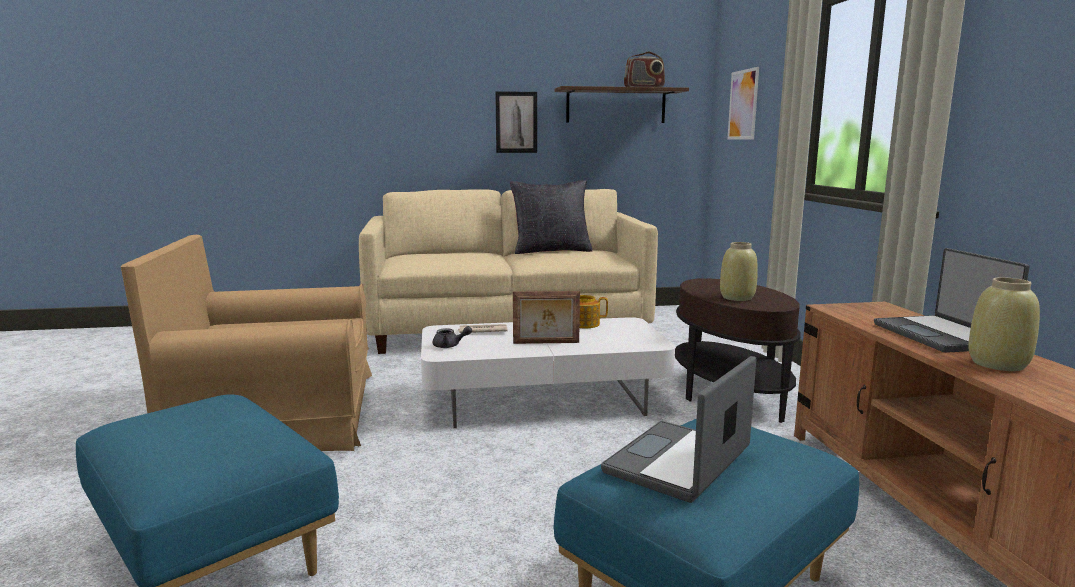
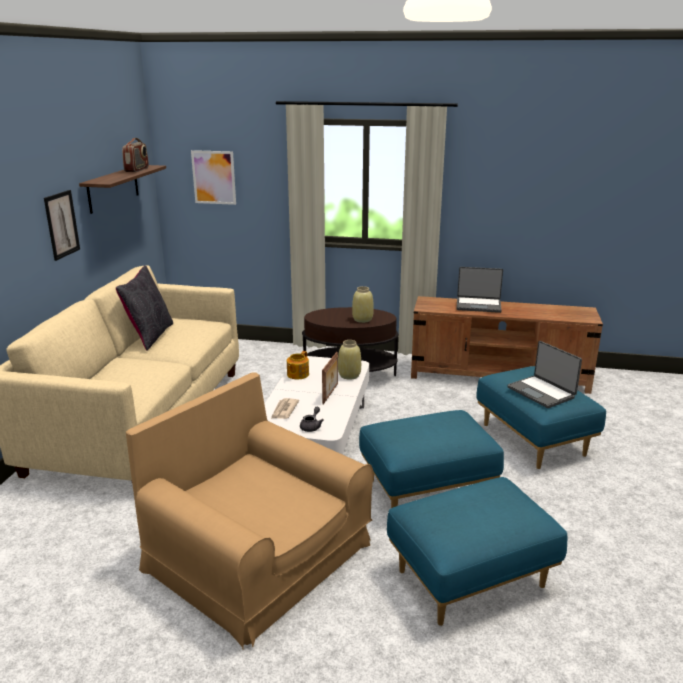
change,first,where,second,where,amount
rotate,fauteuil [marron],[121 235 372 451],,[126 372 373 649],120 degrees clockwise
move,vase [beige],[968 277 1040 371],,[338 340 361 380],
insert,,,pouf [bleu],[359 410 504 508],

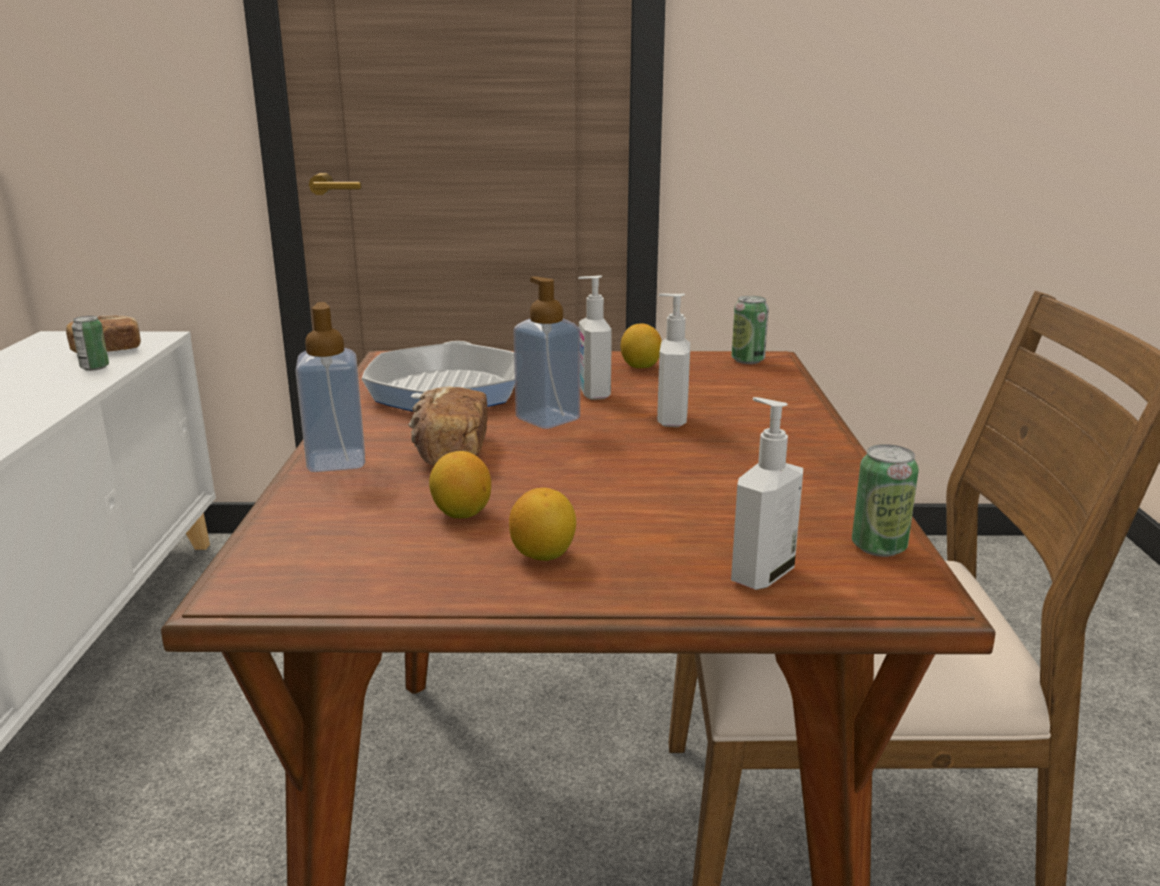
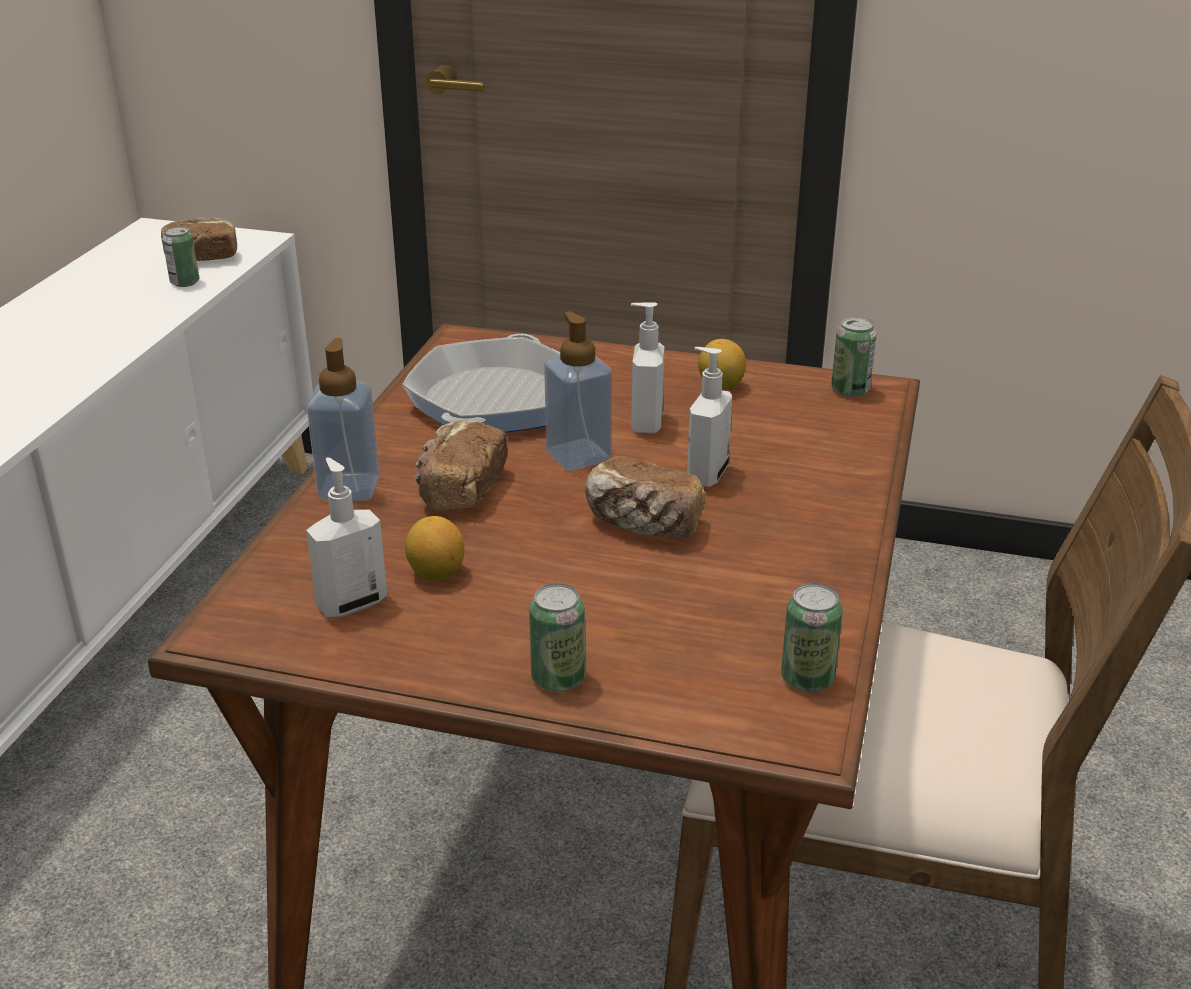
change,first,where,second,where,amount
move,distributeur de savon,[731 397 803 590],,[306 457 387 617],
insert,,,boîte métallique,[529 583 585 691],
insert,,,pain,[585 456 705 539],
delete,citron,[509 488 576 561],,,

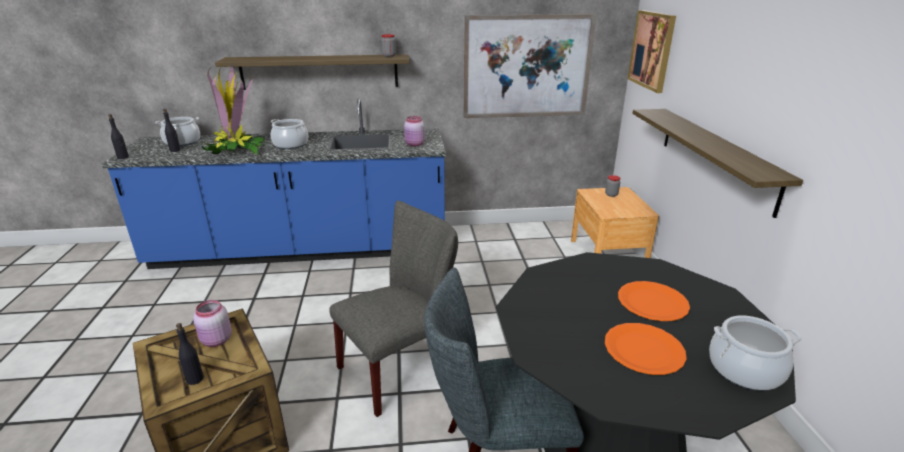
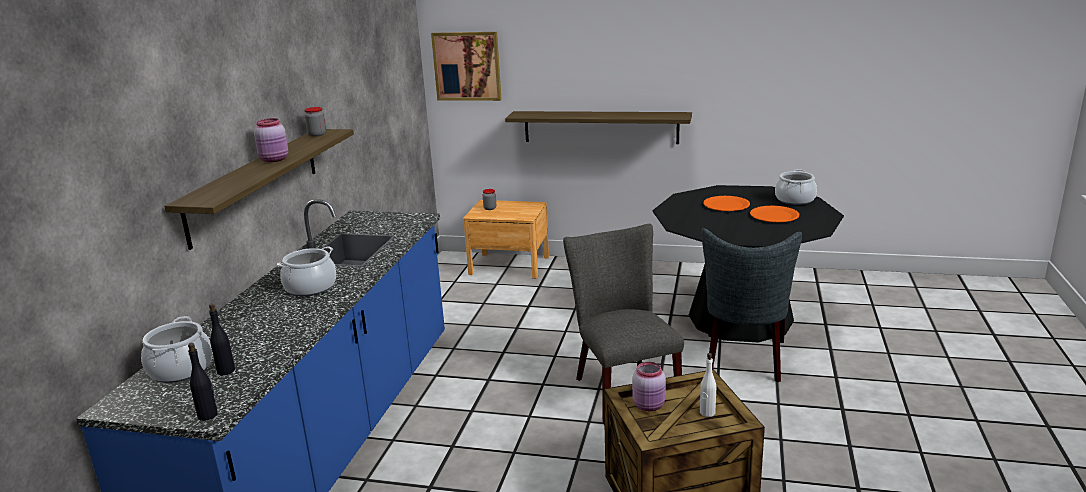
change,first,where,second,where,amount
move,bocal [rose],[404 116 425 146],,[254 118 288 162],
recolor,bouteille [noir],[176 323 204 385],bouteille [blanc],[700 353 716 417],
delete,plante en pot,[202 65 265 155],,,
delete,tableau,[463 14 597 118],,,

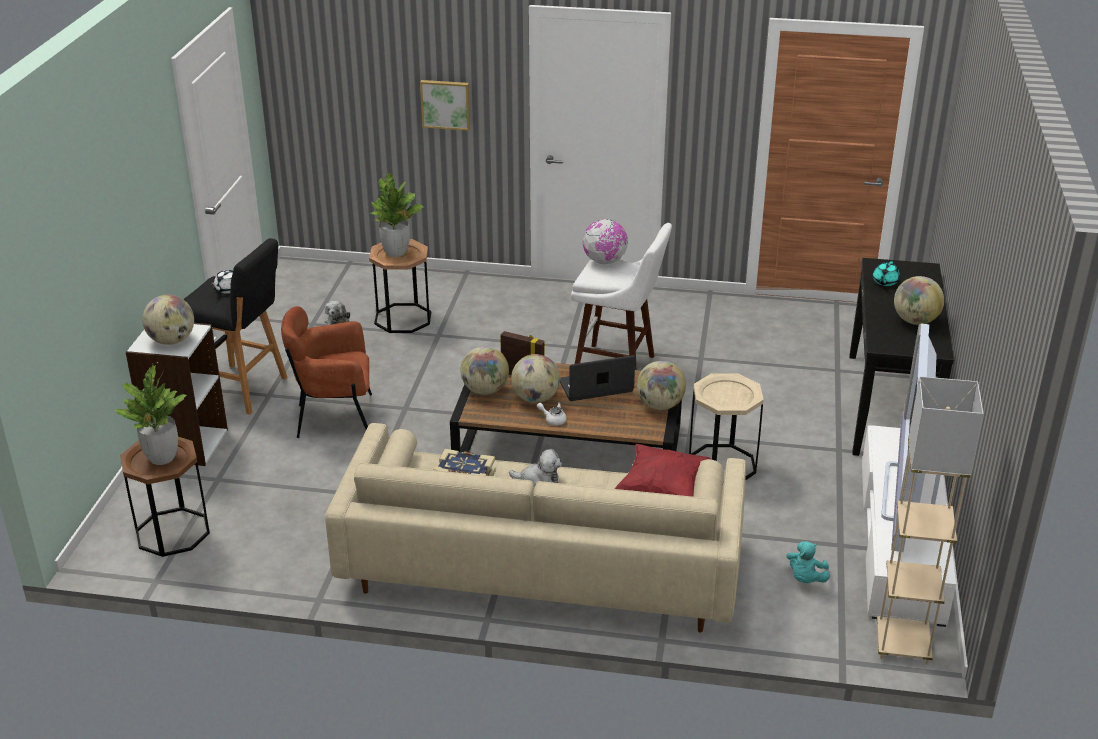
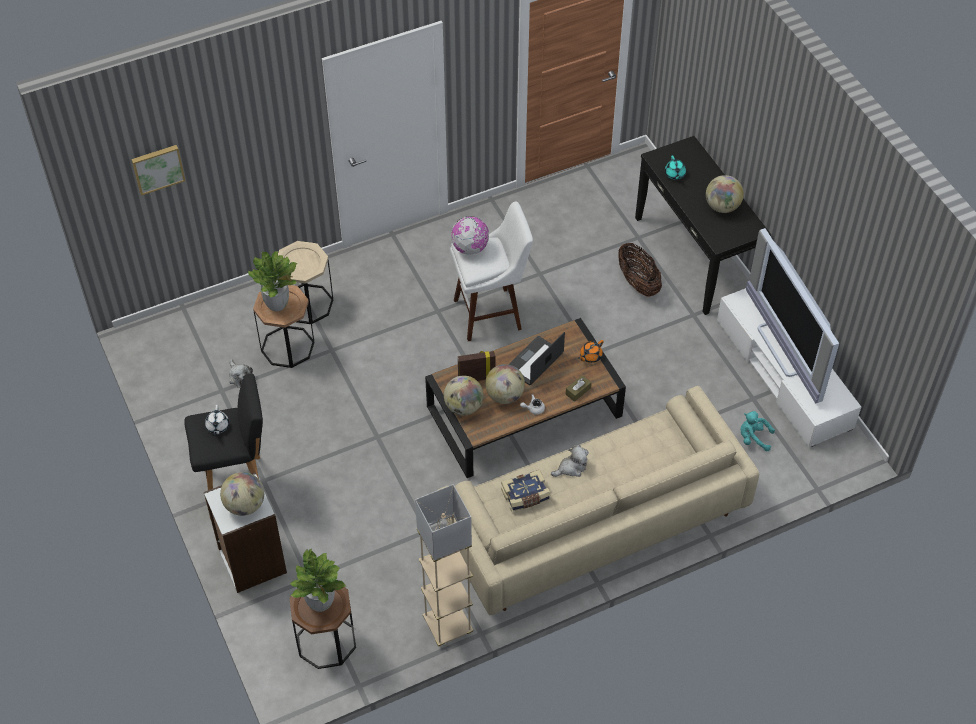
change,first,where,second,where,amount
move,tableau,[420 80 470 131],,[132 145 185 196],
move,table d'appoint [beige],[689 373 764 481],,[278 241 333 324],
move,lampadaire [beige],[877 376 984 664],,[415 484 473 647],
insert,,,boîte à mouchoirs [marron],[566 375 591 402],
replace,globe,[637 361 686 410],théière [orange],[578 340 604 363],
insert,,,panier,[618 243 662 297],
rotate,peluche [turquoise],[786 541 830 583],,[740 411 775 451],120 degrees clockwise
delete,fauteuil [marron],[281 306 372 438],,,
delete,coussin [rouge],[615 444 712 497],,,

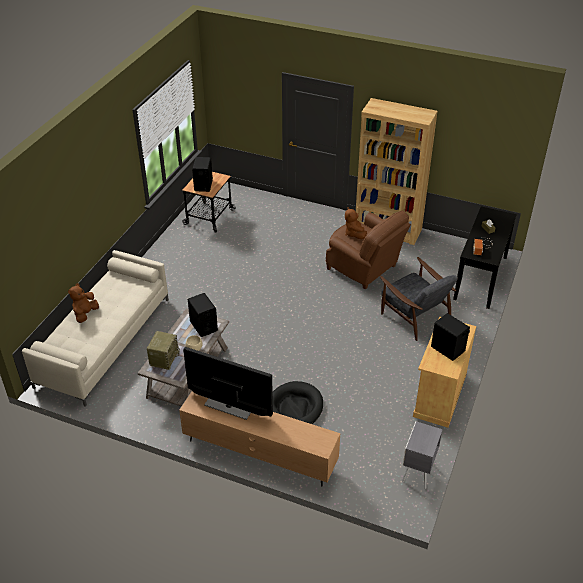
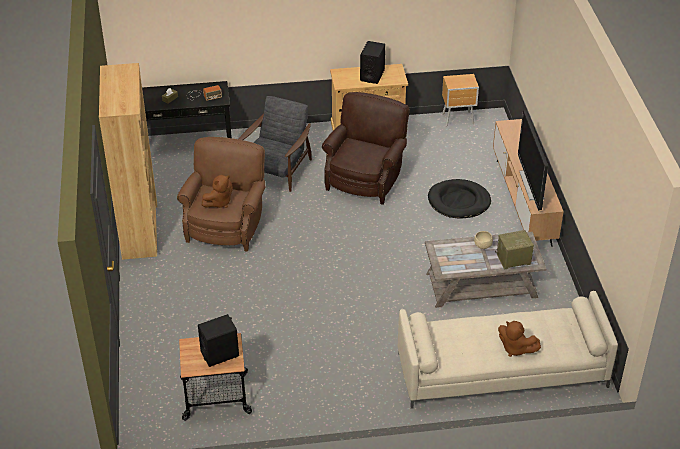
change,first,where,second,where,amount
insert,,,fauteuil [marron],[322 92 409 205],
recolor,table de chevet [gris],[402 421 443 489],table de chevet [marron],[442 74 479 126],
rotate,peluche [marron],[68 283 99 323],,[498 321 541 357],45 degrees clockwise
delete,enceinte [noir],[188 293 218 337],,,

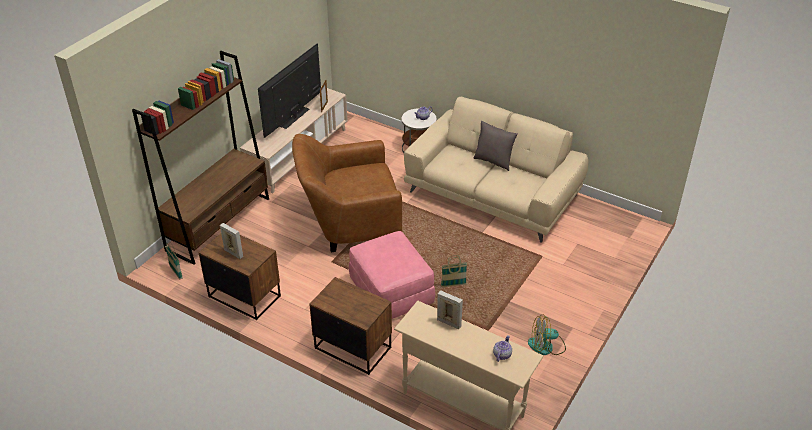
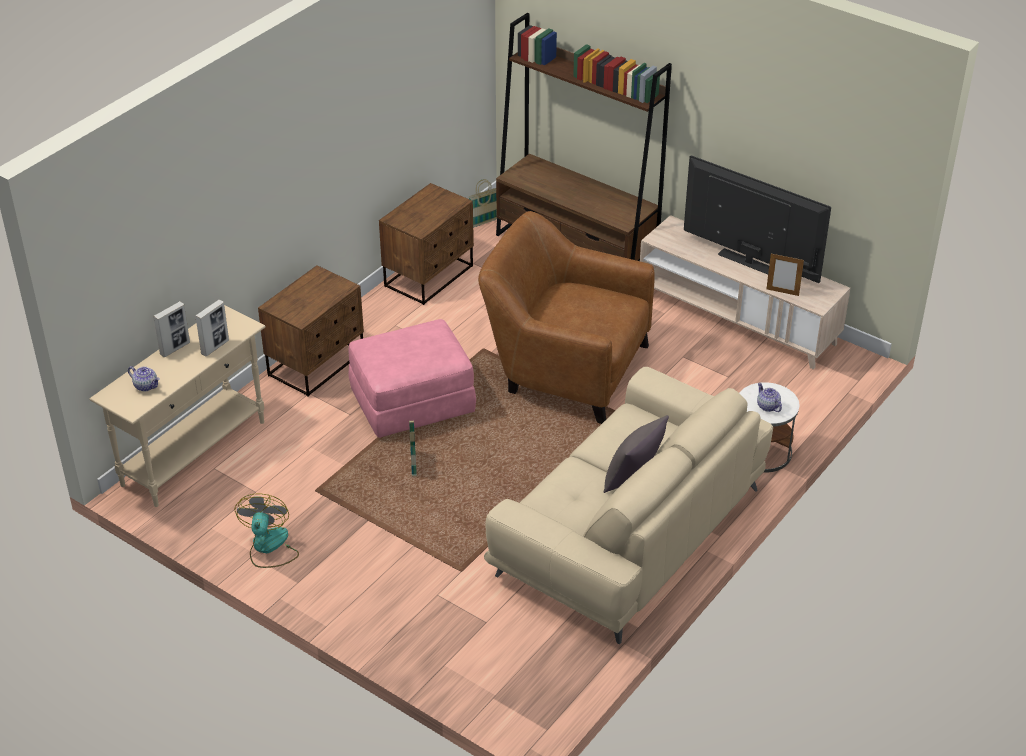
change,first,where,second,where,amount
move,cadre photo,[220 223 243 259],,[153 301 190 357],
rotate,fauteuil [marron],[292 134 402 252],,[478 211 655 424],60 degrees counterclockwise

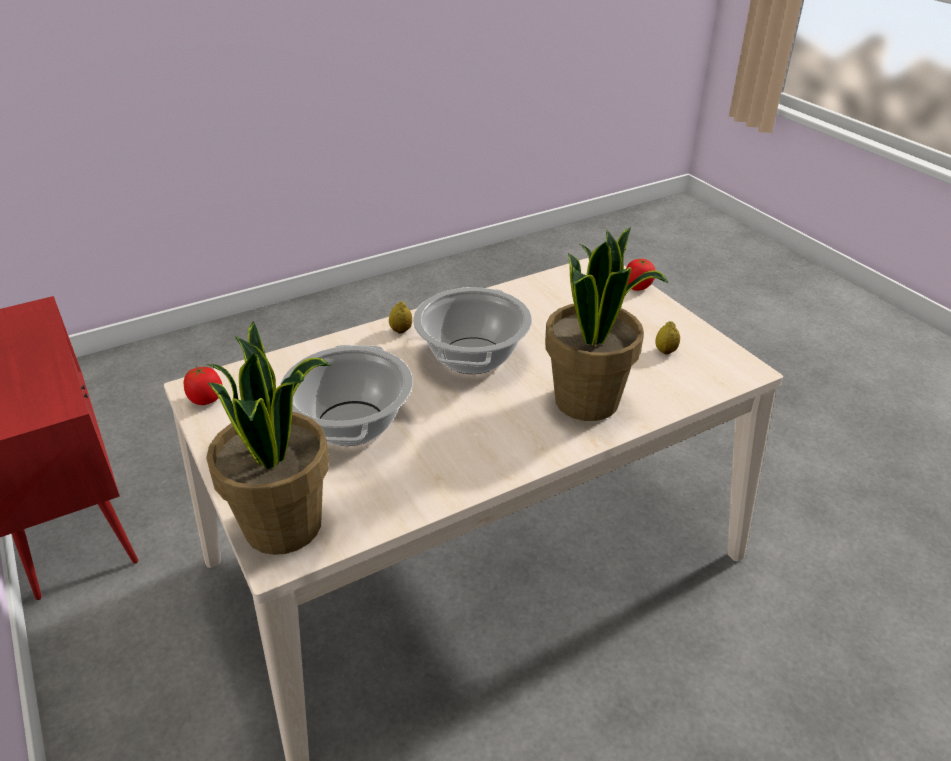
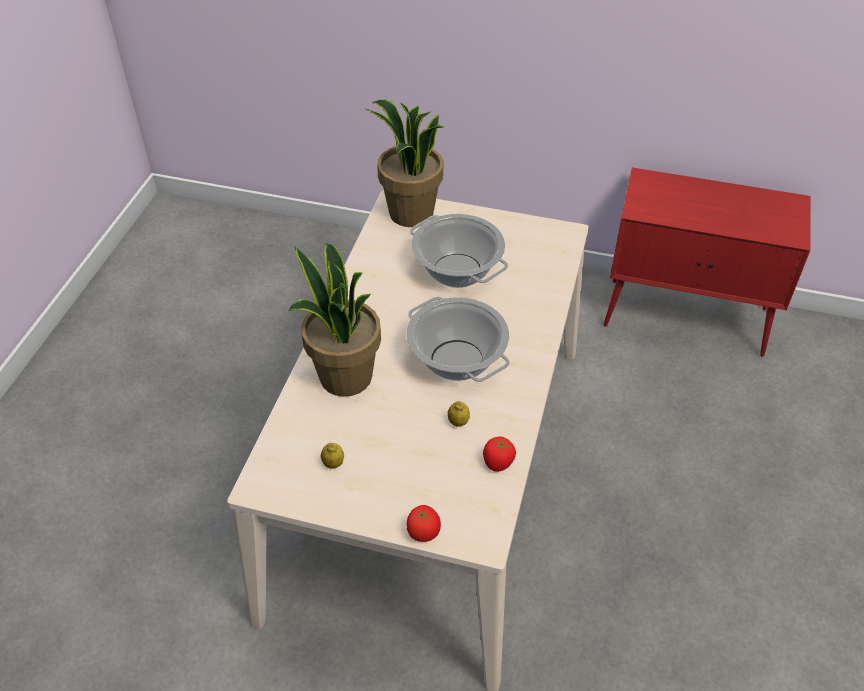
change,first,where,second,where,amount
move,citron,[389 301 412 334],,[448 401 470 427],
move,tomate,[183 366 222 405],,[483 436 516 472],

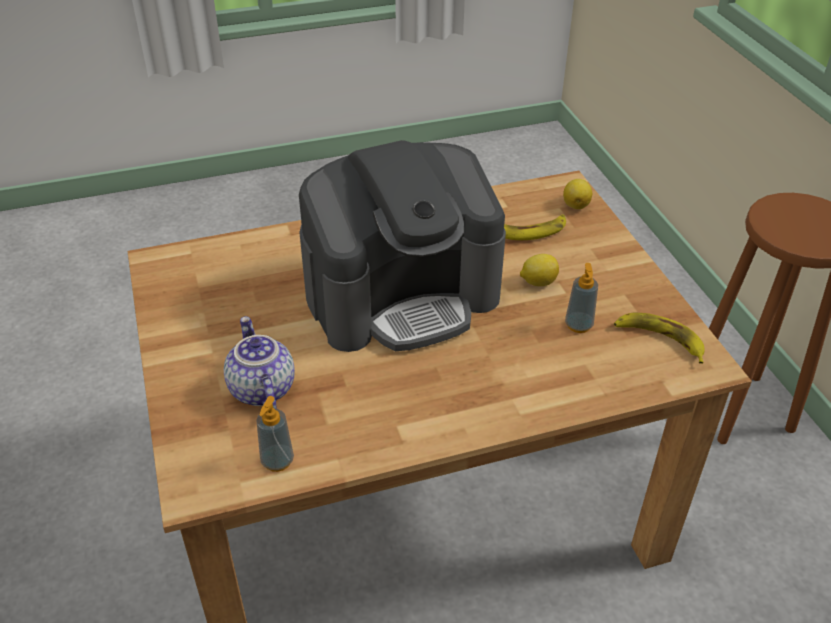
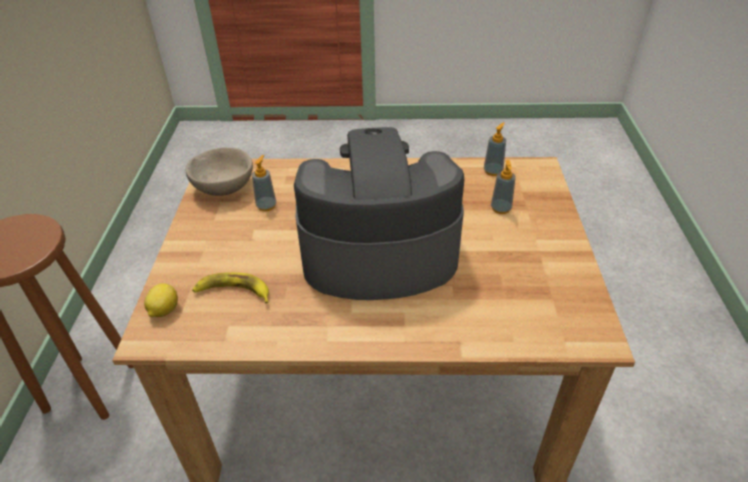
change,first,where,second,where,amount
replace,banane,[614 312 705 364],bol [beige],[186 147 253 196],
replace,théière,[224 316 295 409],distributeur de savon,[491 160 516 214],
delete,citron,[520 254 559 286],,,

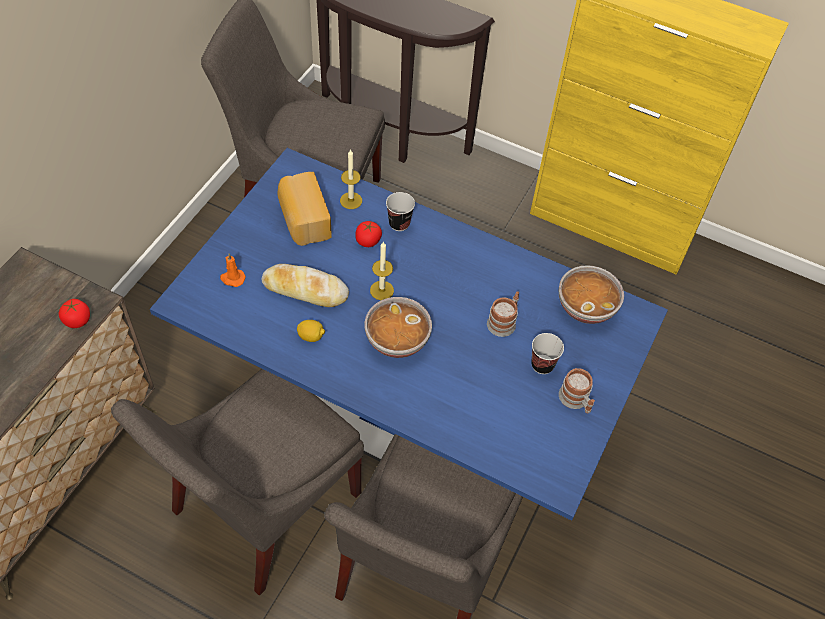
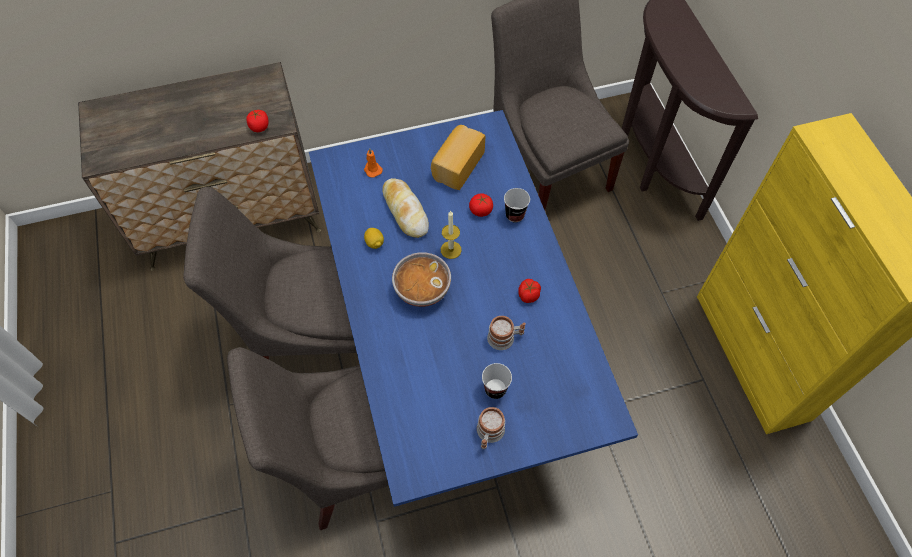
change,first,where,second,where,amount
insert,,,tomate,[518 279 541 303],
delete,bougie,[340 149 362 209],,,
delete,bol,[559 265 624 324],,,

